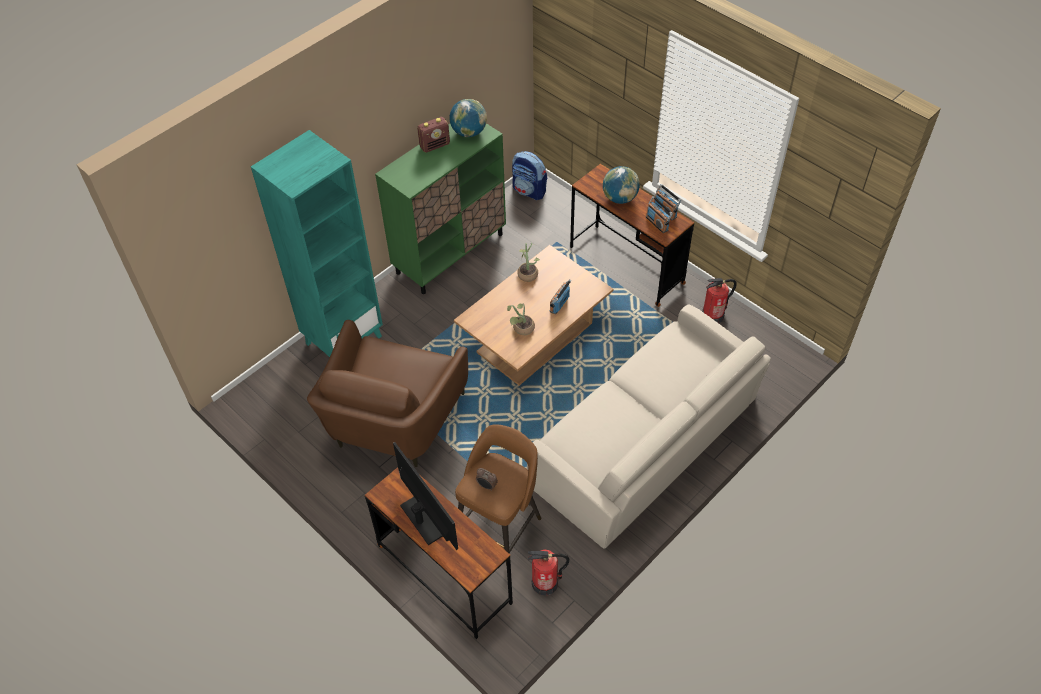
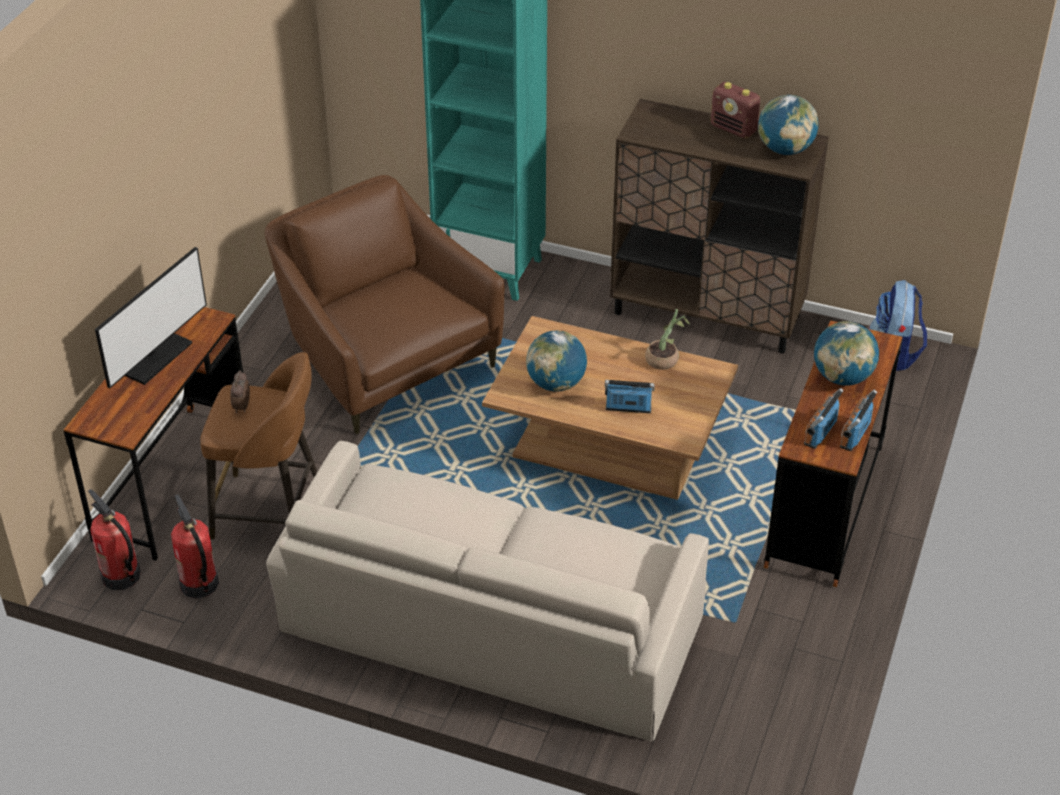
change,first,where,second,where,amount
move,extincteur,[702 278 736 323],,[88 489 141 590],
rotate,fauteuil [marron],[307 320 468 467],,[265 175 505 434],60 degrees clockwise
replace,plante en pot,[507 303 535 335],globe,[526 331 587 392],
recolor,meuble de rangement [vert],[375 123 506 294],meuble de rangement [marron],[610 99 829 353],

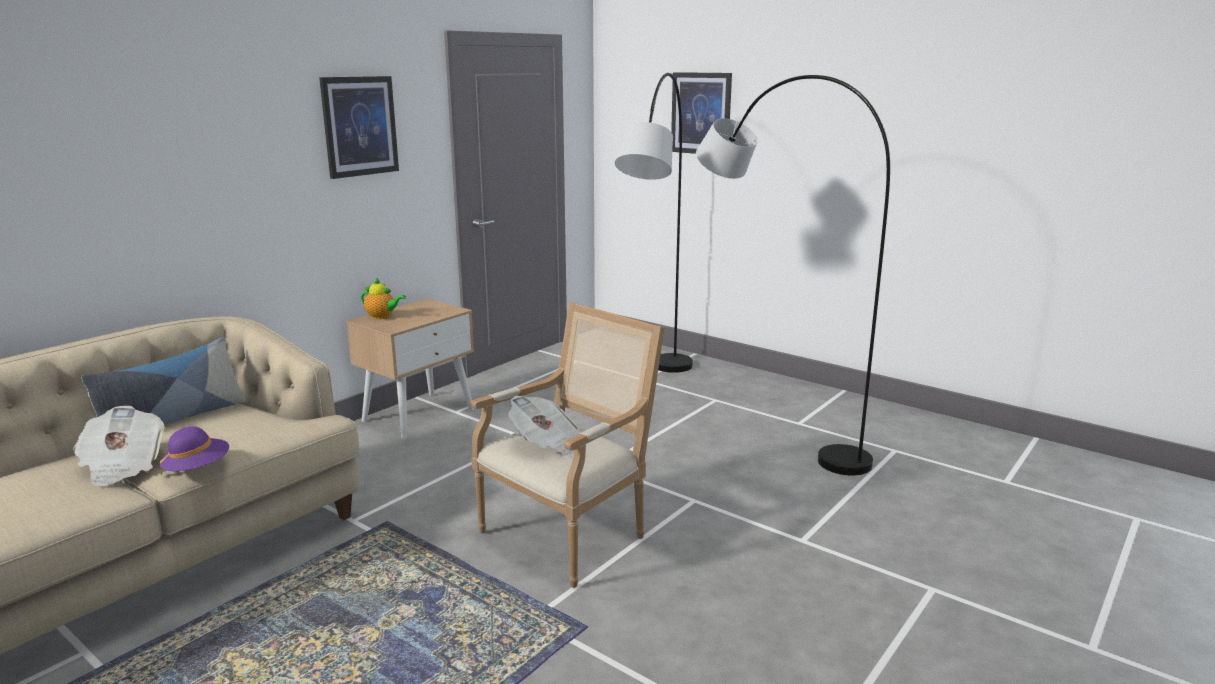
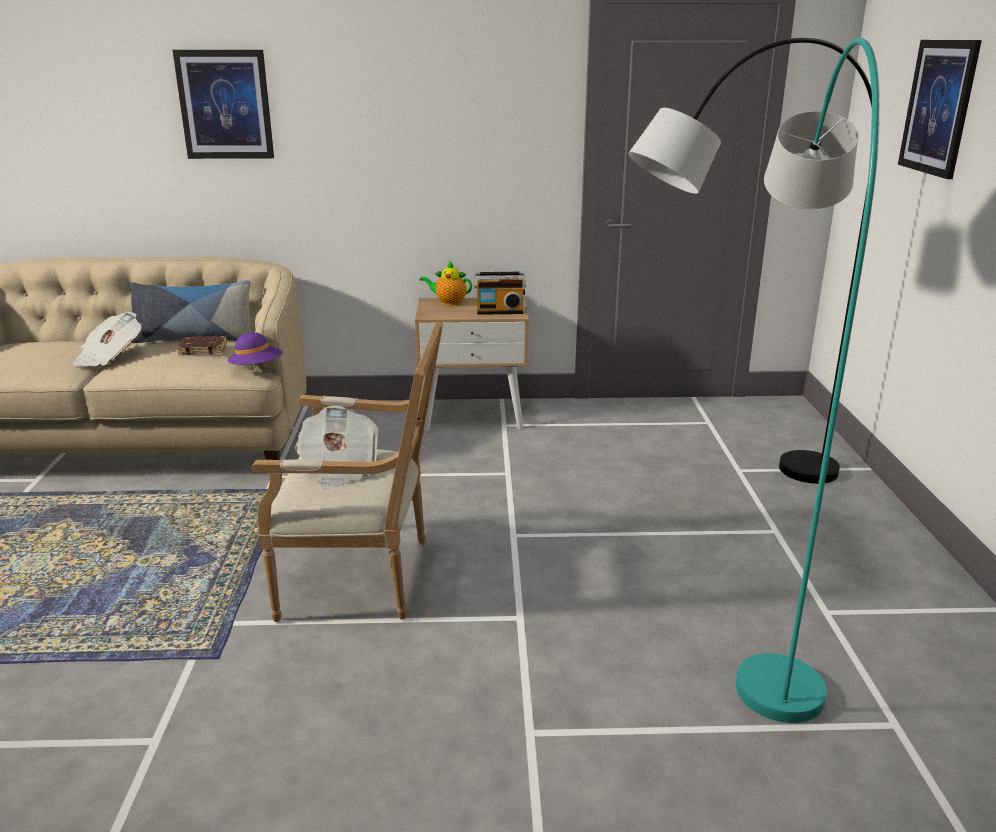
change,first,where,second,where,amount
move,tableau,[319 76 399 179],,[173 50 274 159],
insert,,,livre [marron],[177 336 227 355],
move,chapeau [violet],[160 426 229 475],,[228 332 282 365],
rotate,théière,[361 277 406 319],,[419 261 472 306],120 degrees clockwise
insert,,,radio,[474 272 526 315],
recolor,lampadaire [gris],[696 75 890 475],lampadaire [turquoise],[736 38 880 723],

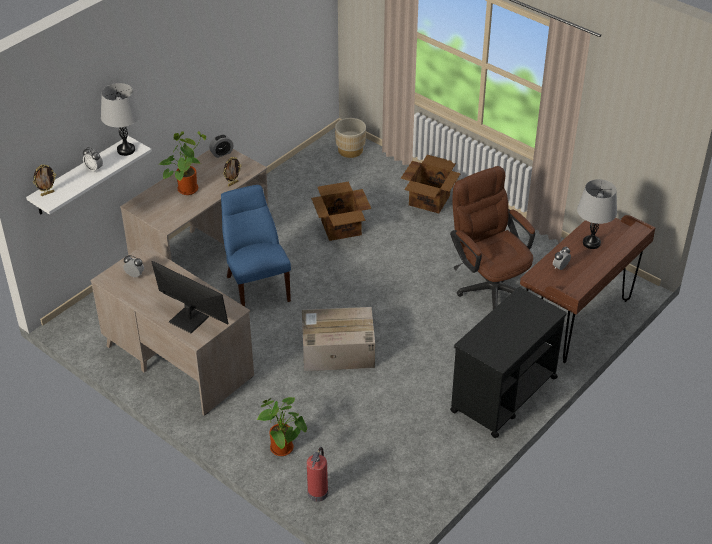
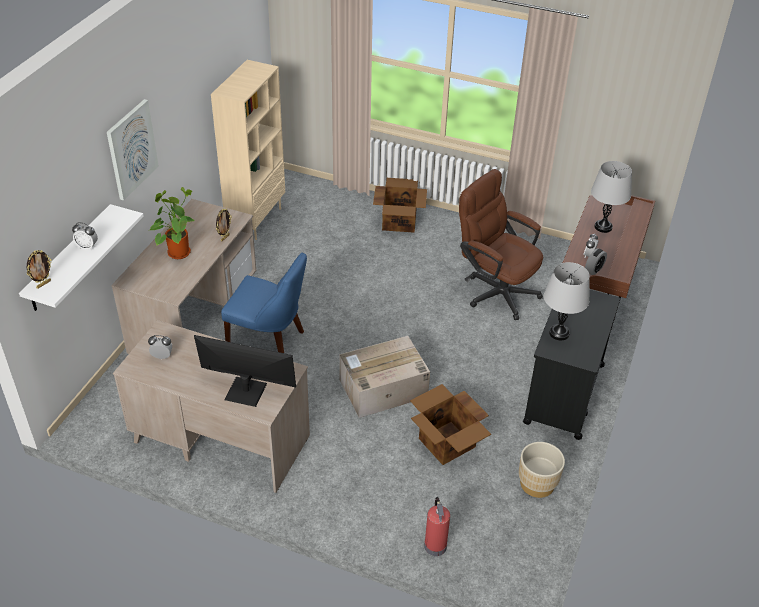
change,first,where,second,where,amount
insert,,,tableau,[107 99 159 201],
insert,,,bibliothèque [beige],[211 60 285 240],
rotate,chaise [bleu],[221 185 291 307],,[221 252 307 353],150 degrees clockwise
move,carton,[311 181 371 241],,[410 384 491 465],
move,cache-pot [beige],[335 118 366 158],,[519 442 565 498],
move,lampe de table [gris],[101 83 141 156],,[544 262 590 340],
move,réveil,[209 135 233 158],,[585 248 607 275],
delete,plante en pot,[256 397 307 456],,,

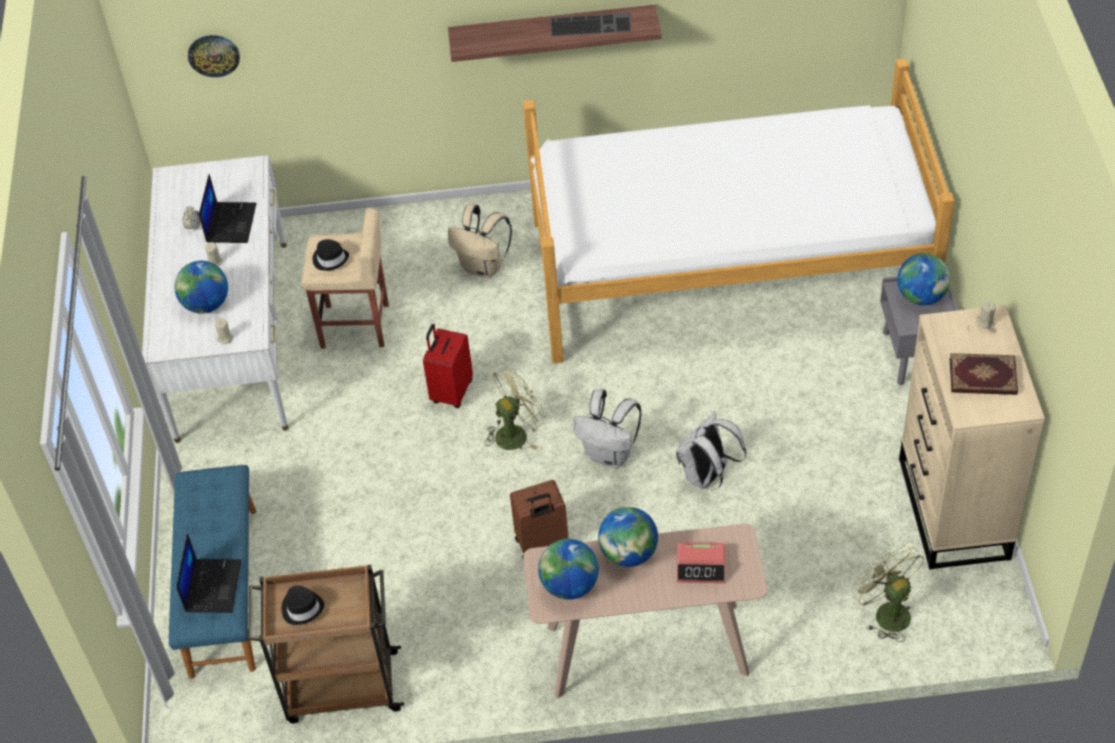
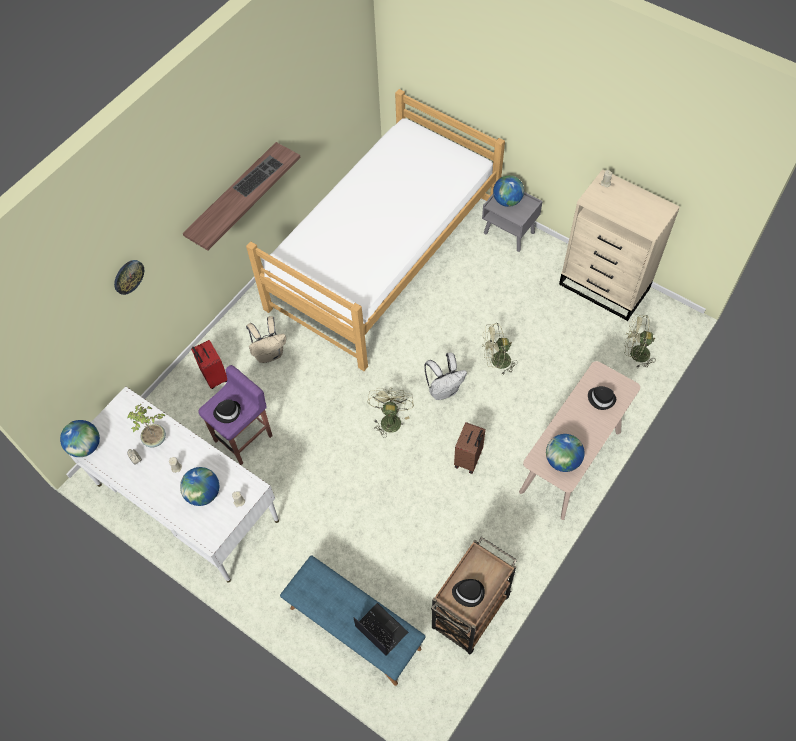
change,first,where,second,where,amount
move,globe,[598 507 658 567],,[60 420 100 457],
move,horloge murale,[188 35 240 77],,[114 260 144 295],
replace,ordinateur portable,[199 174 256 243],plante en pot,[128 404 166 448],
move,valise [rouge],[423 324 473 408],,[191 340 227 389],
recolor,tabouret [beige],[302 208 389 349],tabouret [violet],[198 365 273 465],
replace,sac à dos [blanc],[676 412 746 489],ventilateur [vert],[482 323 518 374],
replace,réveil,[677 542 725 583],chapeau [noir],[588 386 616 410],
delete,livre,[949 353 1018 395],,,

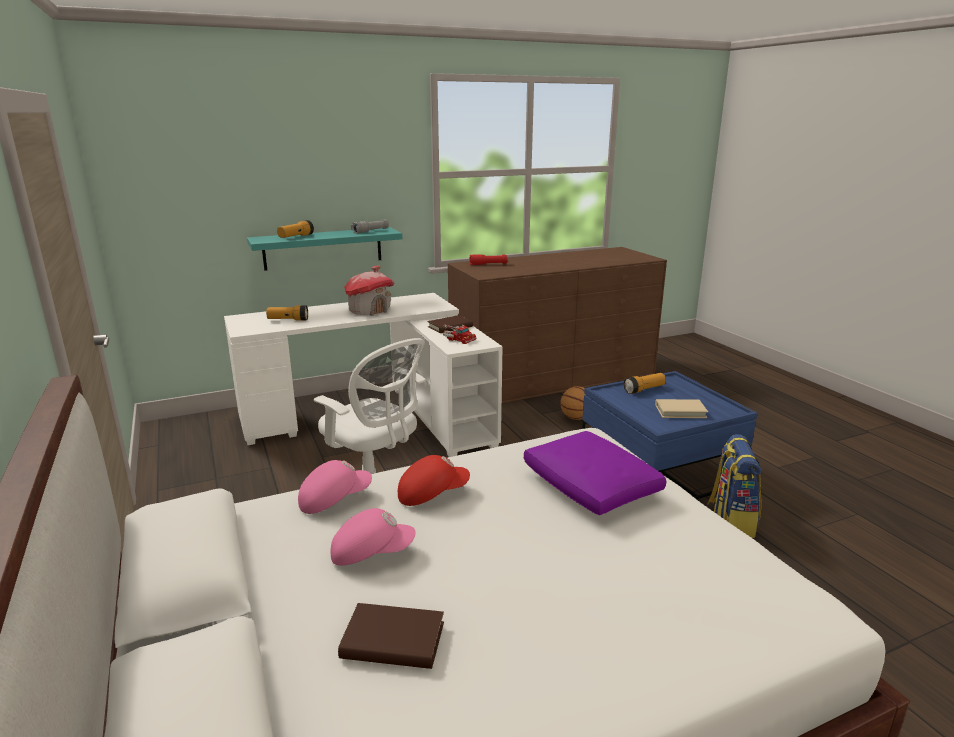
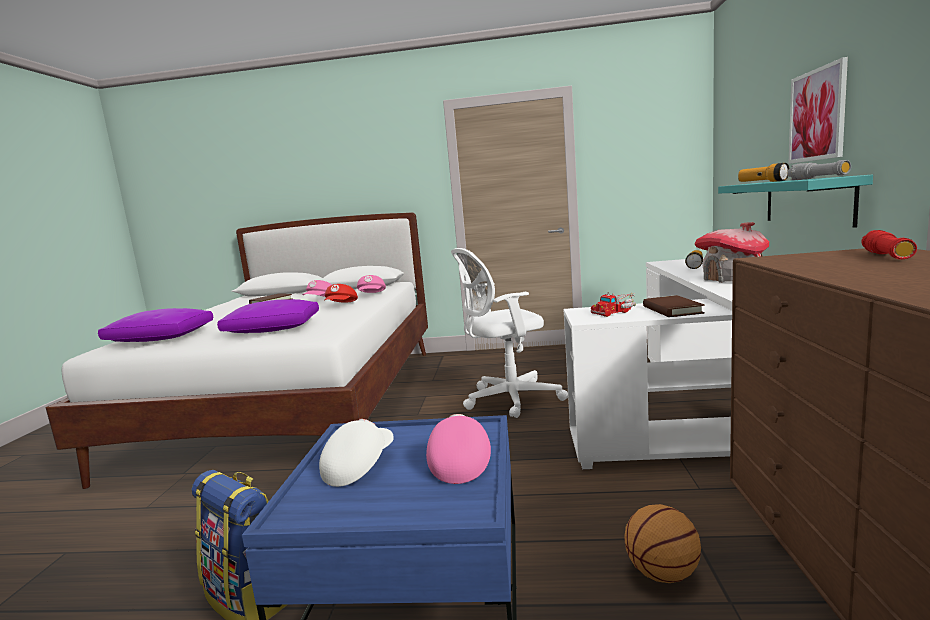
change,first,where,second,where,amount
insert,,,coussin [violet],[98 308 213 342],
replace,livre [beige],[655 399 708 418],casquette [blanc],[319 419 394 487],
replace,lampe de poche,[624 373 666 394],casquette [rose],[426 414 491 484],
insert,,,tableau,[788 57 848 164],

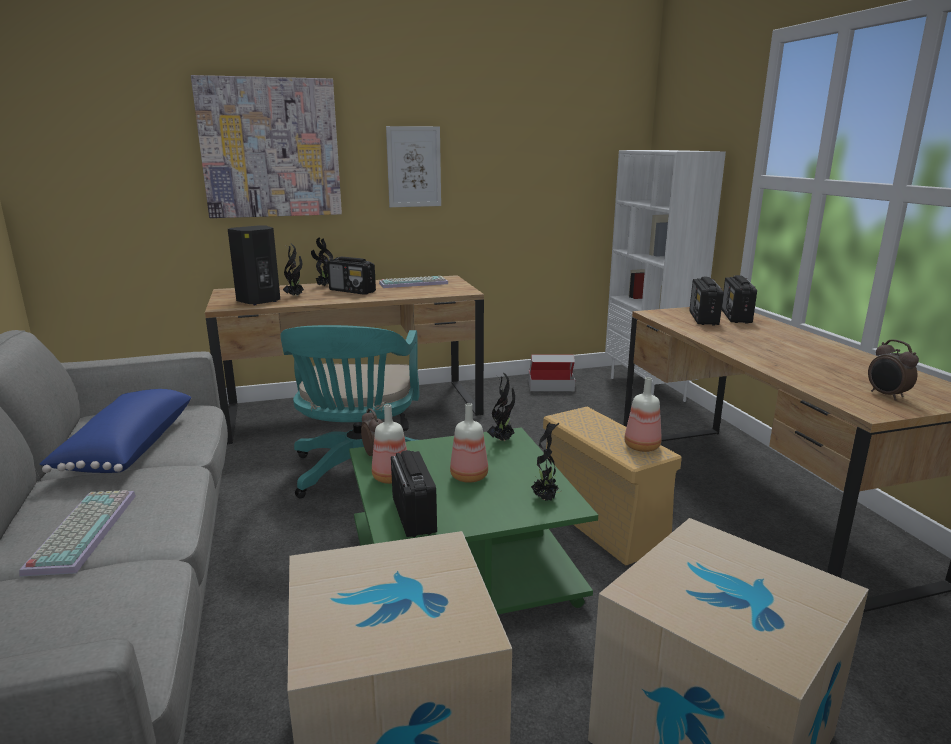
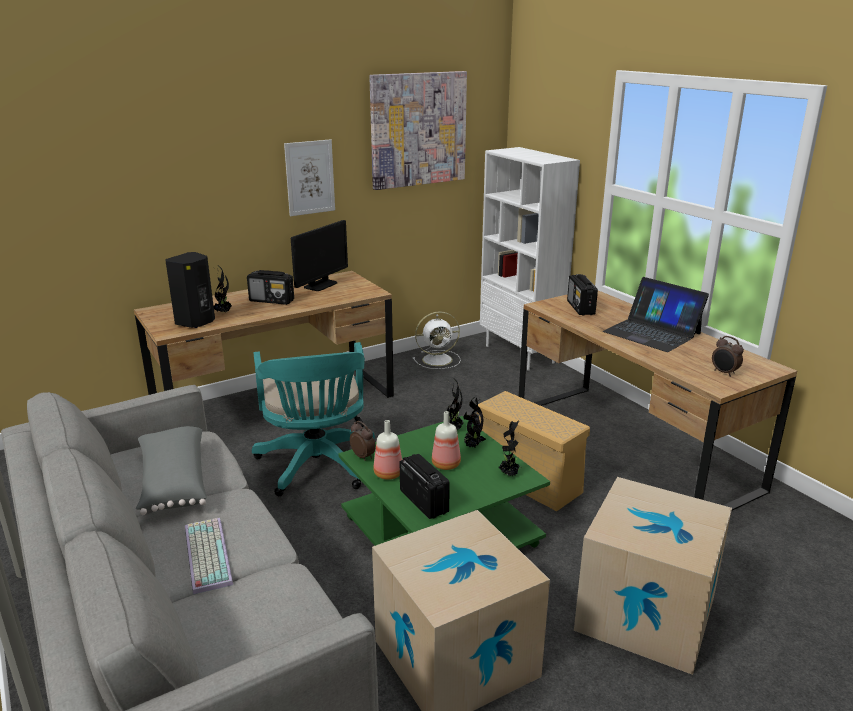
change,first,where,second,where,amount
recolor,coussin [bleu],[39 389 191 473],coussin [gris],[136 426 207 515],
replace,clavier,[379 276 448 288],écran d'ordinateur,[291 220 348 291],
move,tableau,[191 75 342 218],,[369 71 467 190],
replace,carton,[528 354 575 391],ventilateur [blanc],[413 311 461 369],
move,plante en pot,[311 238 333 286],,[464 397 486 448],
insert,,,ordinateur portable,[603 277 709 352],
delete,bouteille,[624 377 661 452],,,
delete,radio,[721 275 757 324],,,

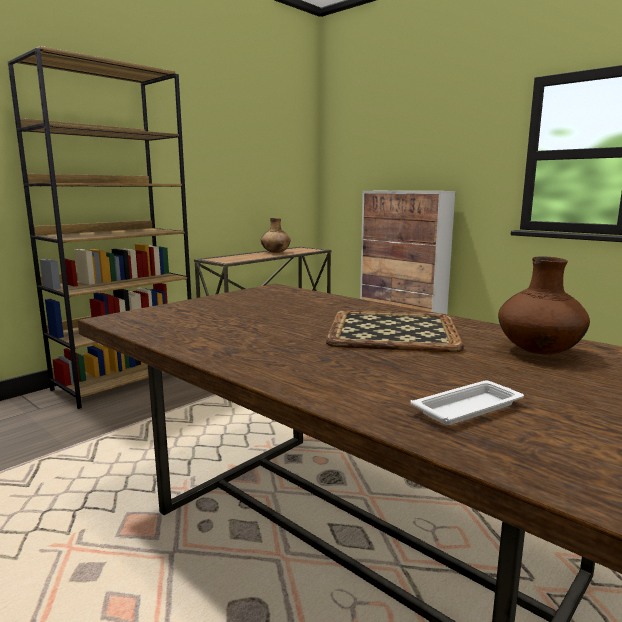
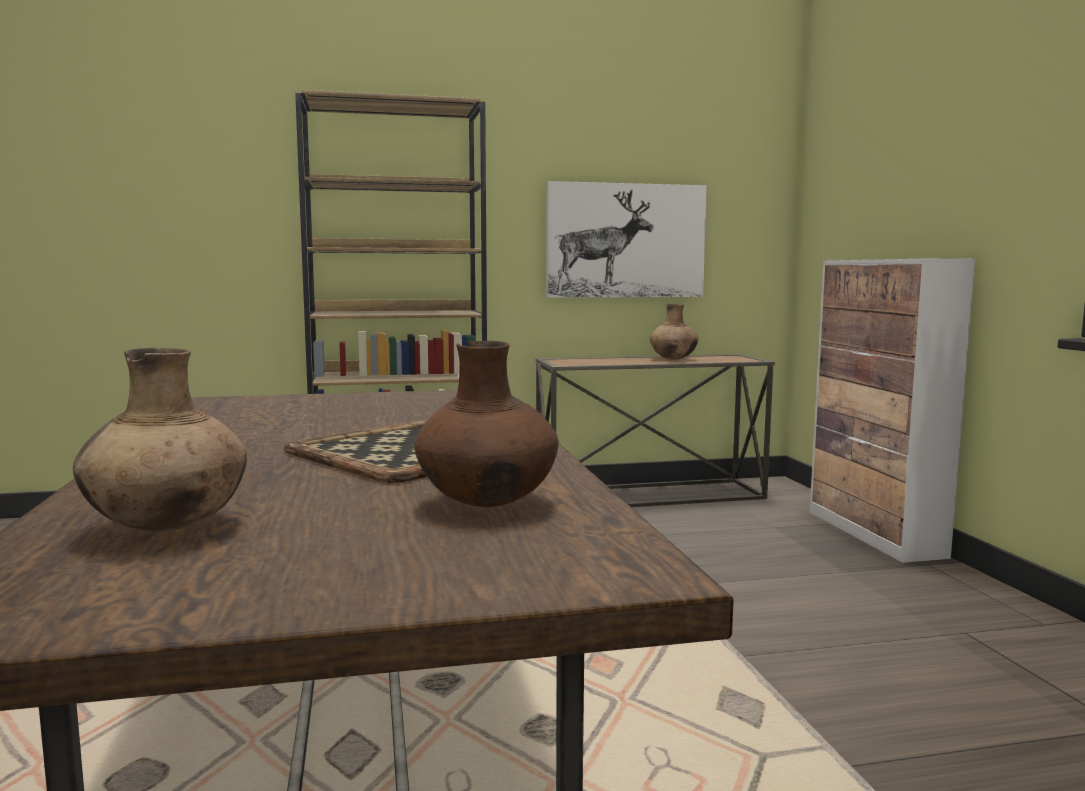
change,first,where,second,where,amount
replace,plateau [blanc],[410 381 524 425],vase [marron],[73 348 247 532],
insert,,,tableau,[546 181 707 298],

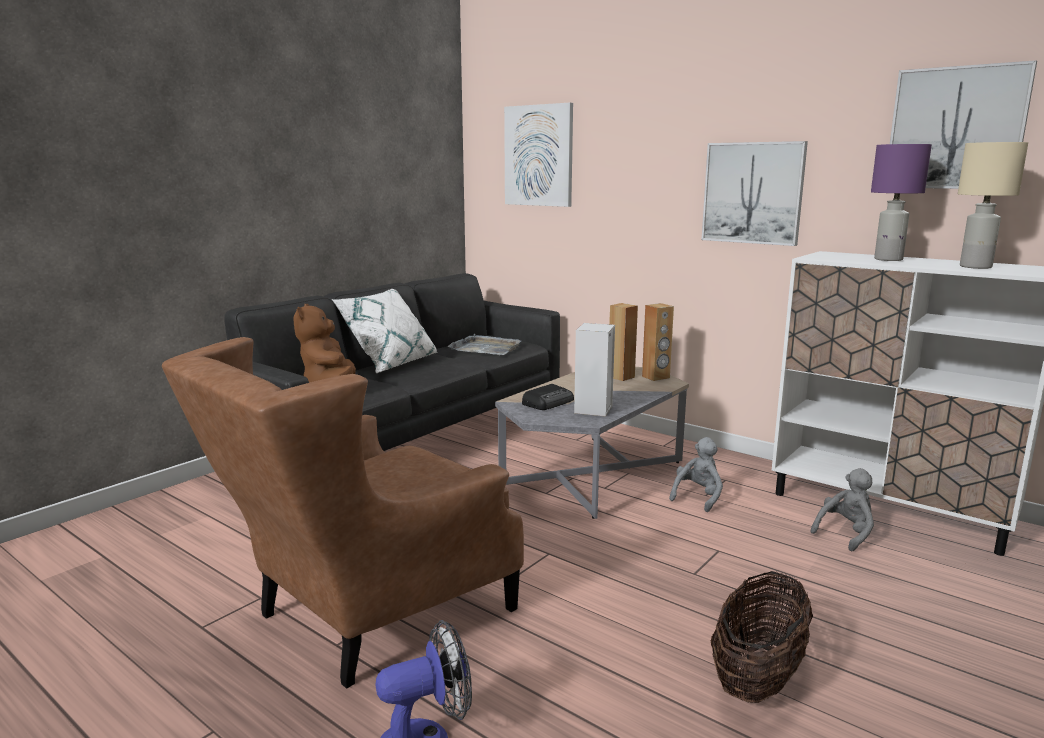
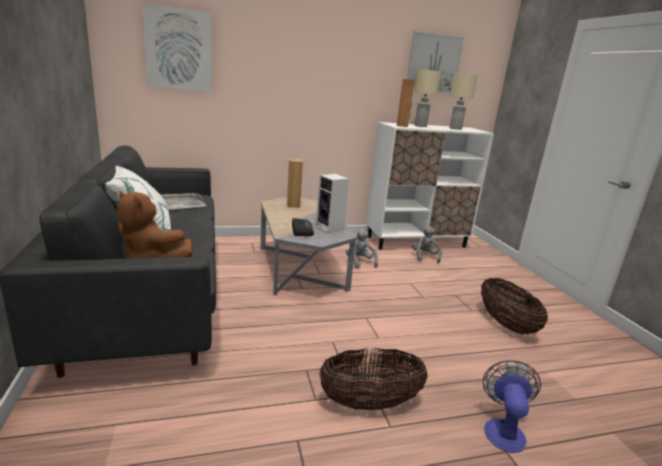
change,first,where,second,where,amount
replace,fauteuil [marron],[162 337 524 689],panier,[319 348 428 410],
move,enceinte [marron],[642 303 674 381],,[397 79 415 127],
recolor,lampe de table [violet],[871 144 932 261],lampe de table [beige],[414 69 441 127],
delete,tableau,[701 141 808 246],,,

